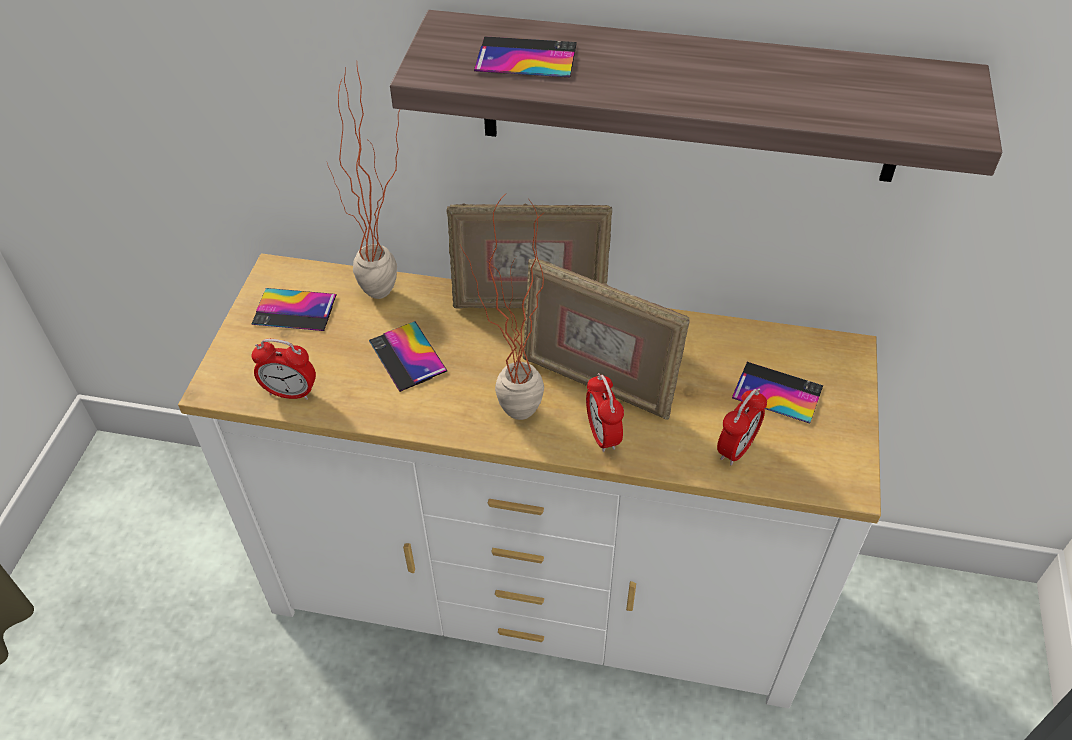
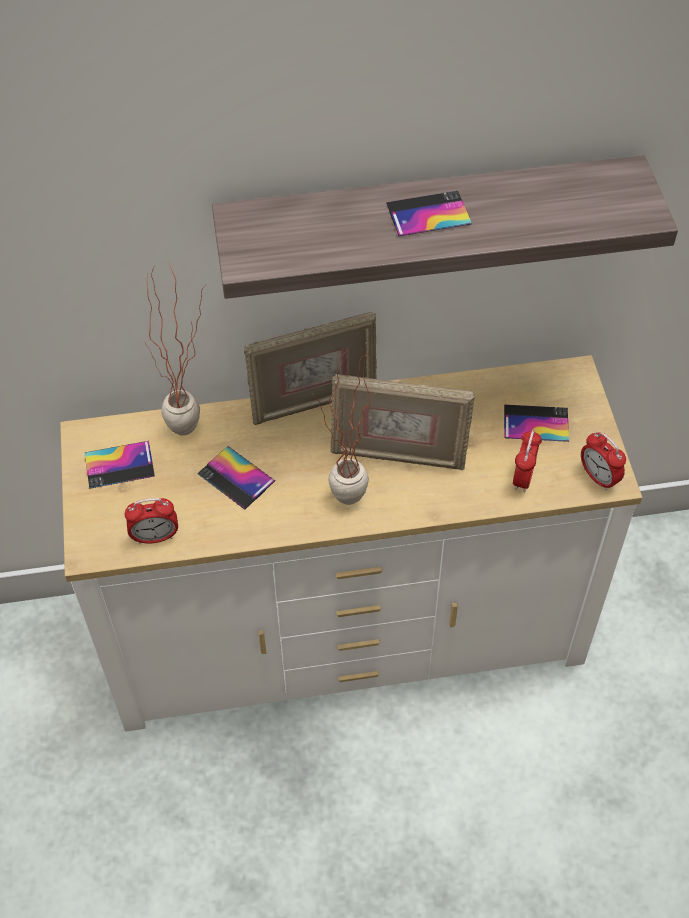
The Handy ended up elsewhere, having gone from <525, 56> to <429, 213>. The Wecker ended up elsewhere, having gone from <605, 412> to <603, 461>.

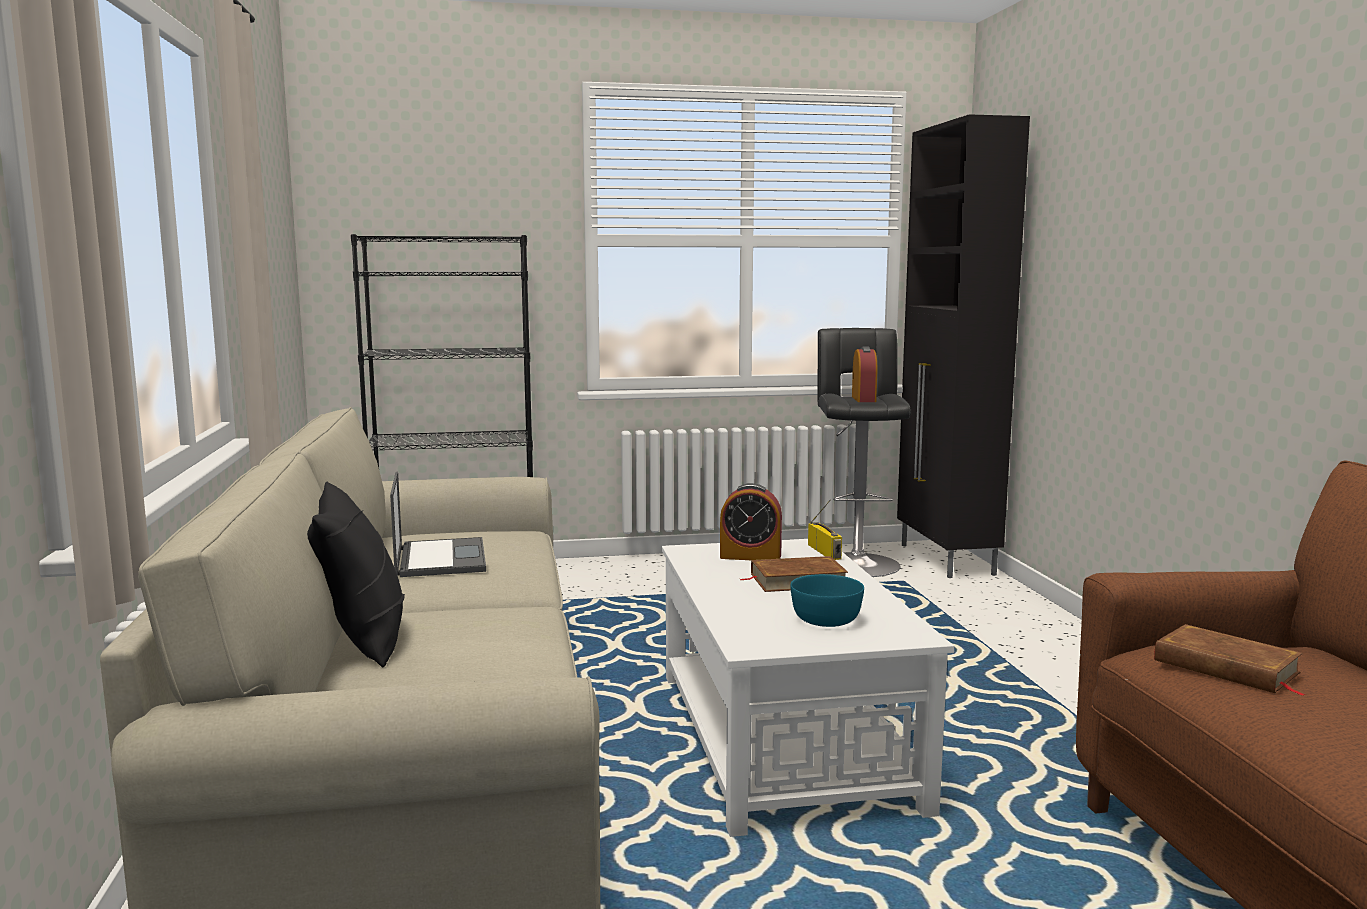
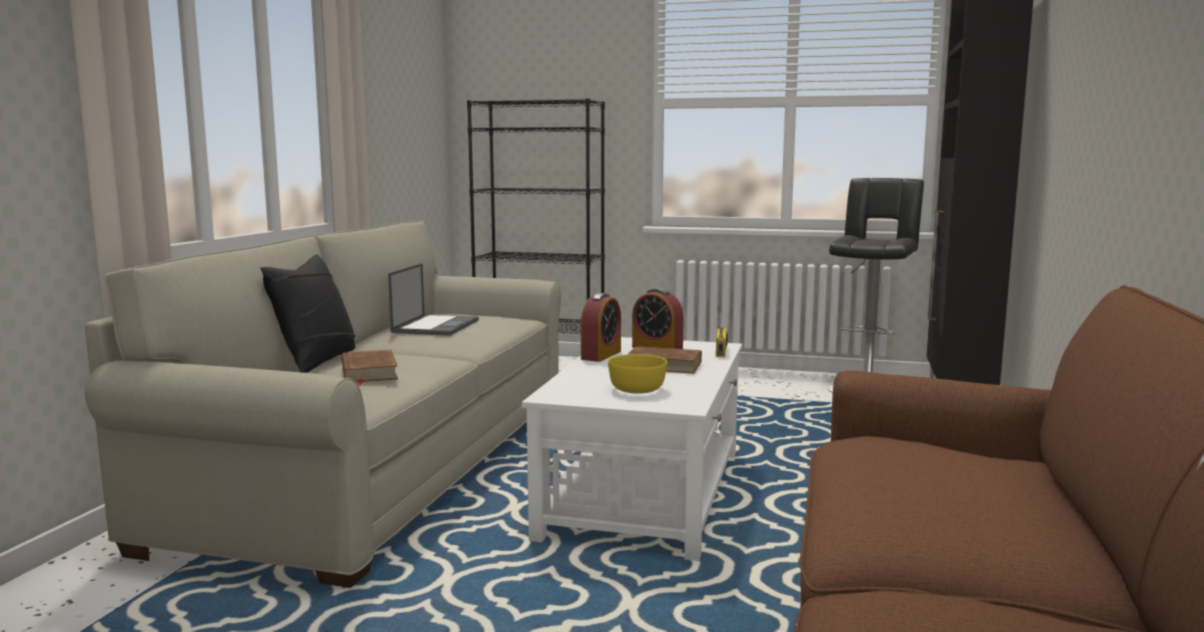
The Buch [braun] ended up elsewhere, having gone from <1230, 660> to <370, 368>. The Wecker ended up elsewhere, having gone from <864, 374> to <601, 327>. What was the Schüssel [türkis] at <827, 600> turned into the Schüssel [gelb] at <637, 374>.

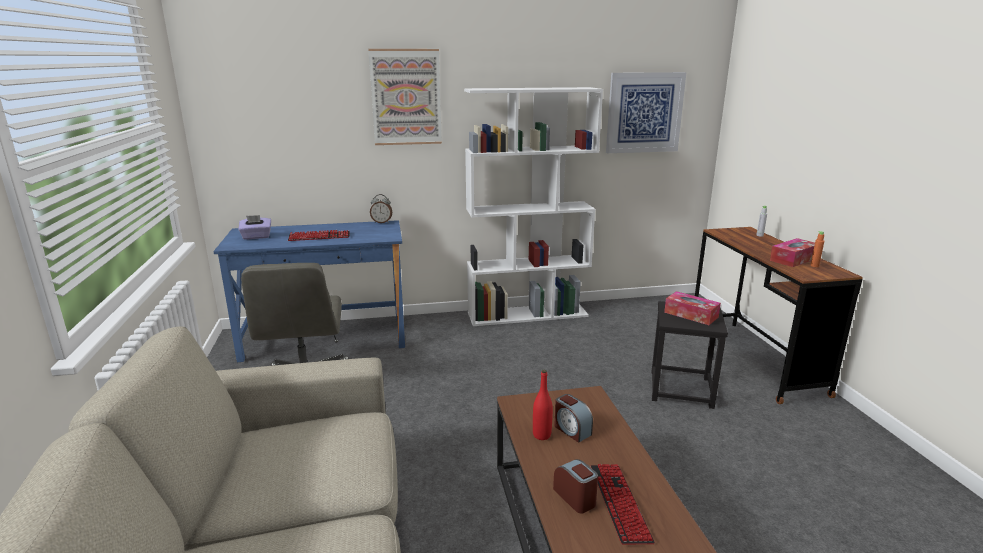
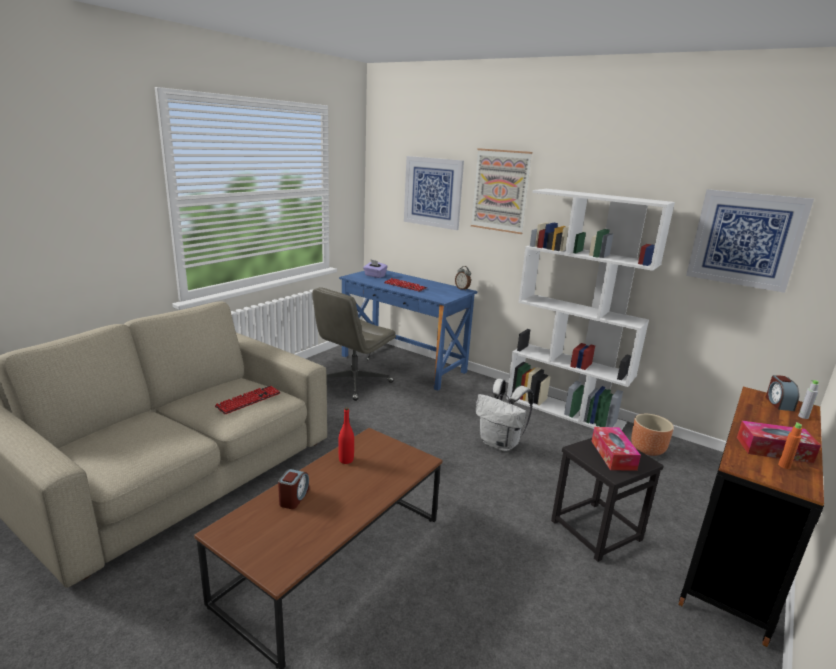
The Tastatur ended up elsewhere, having gone from <623, 504> to <248, 400>. The second view gained the Bild at <434, 193>. The second view gained the Rucksack [weiß] at <504, 415>. The second view gained the Pflanzkübel [braun] at <652, 435>. The Wecker ended up elsewhere, having gone from <573, 418> to <783, 393>.

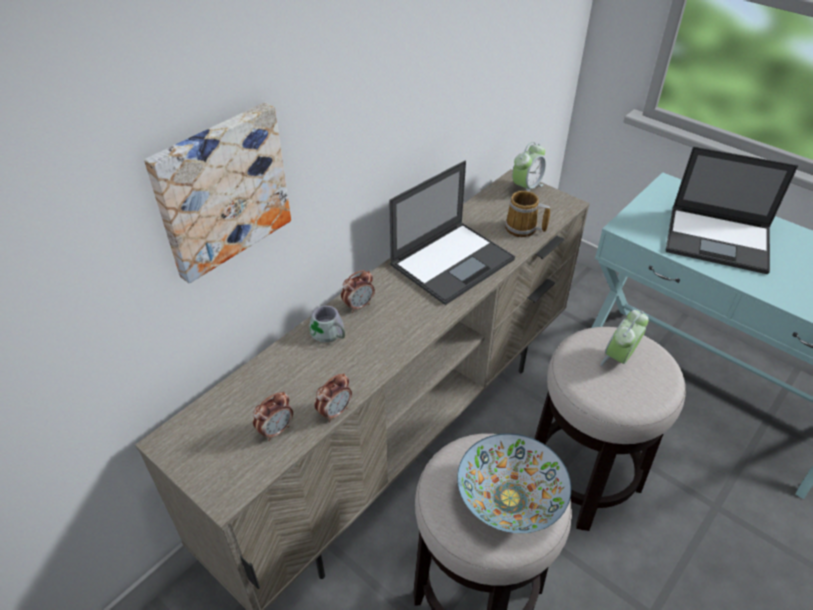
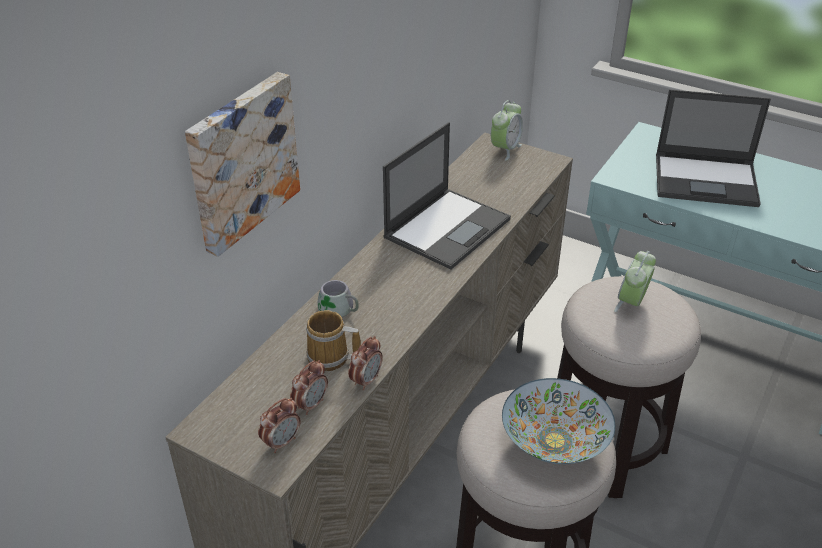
The Wecker ended up elsewhere, having gone from <358, 291> to <279, 425>. The Henkelbecher ended up elsewhere, having gone from <527, 214> to <333, 340>.

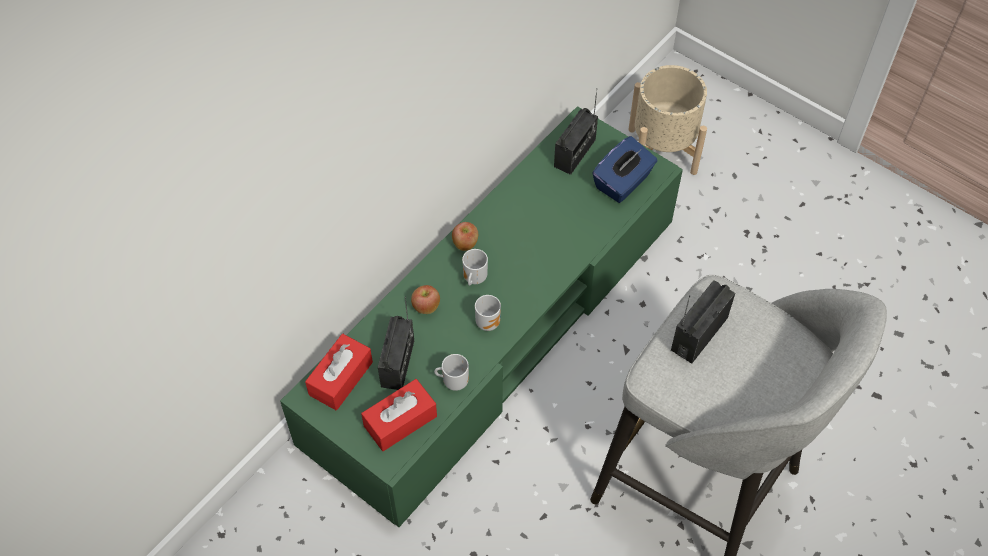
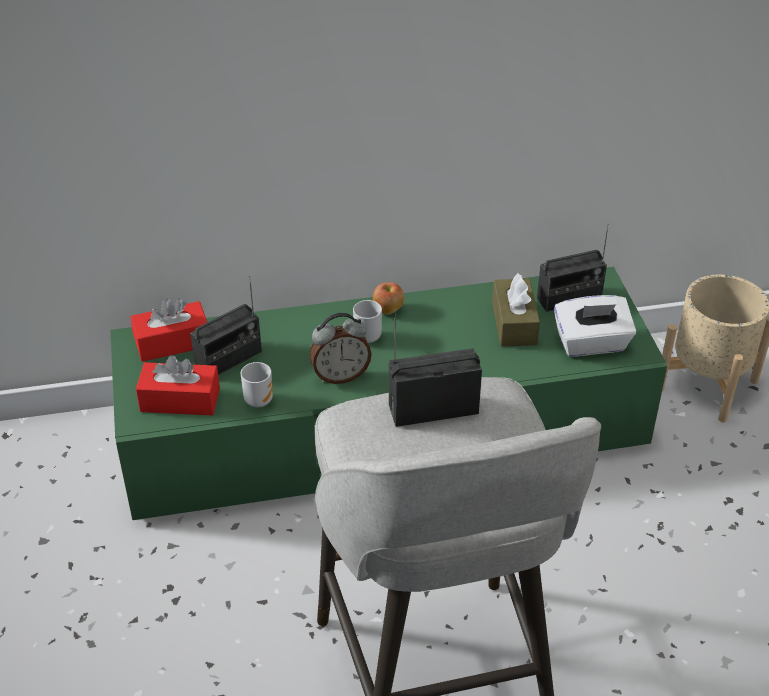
Where the Henkelbecher stood at <488, 313>, the Wecker came to stand at <341, 348>. The second view gained the Taschentuchbox [braun] at <516, 310>. What was the Taschentuchbox [blau] at <625, 169> turned into the Taschentuchbox [weiß] at <595, 326>. The second view lost the Apfel at <425, 299>.

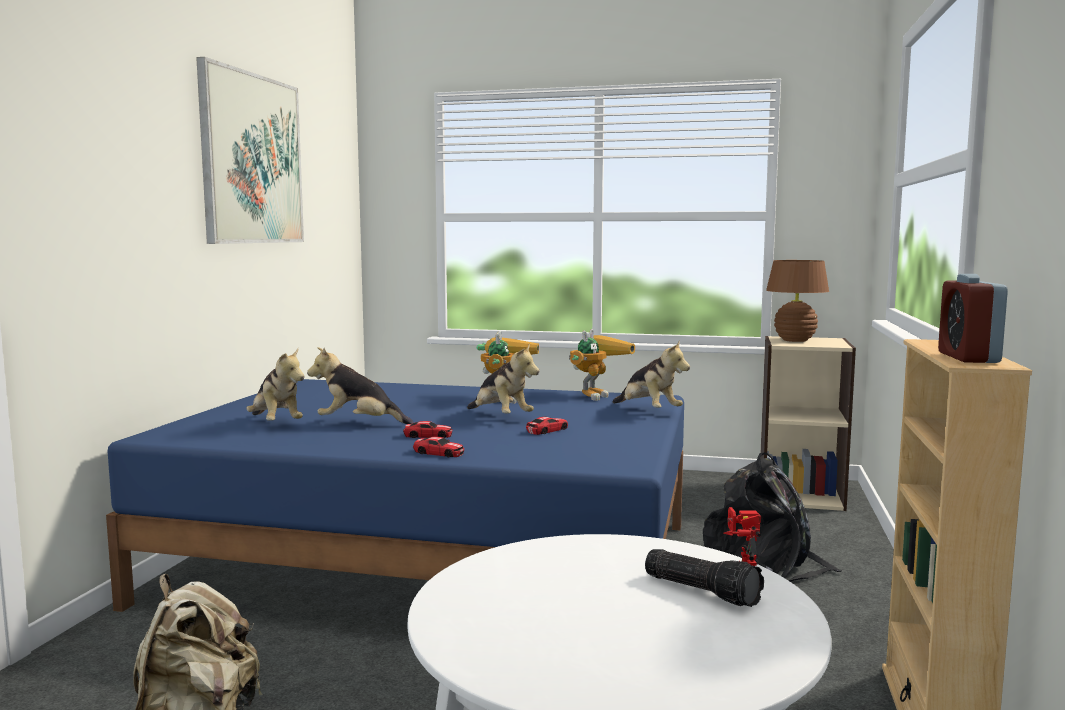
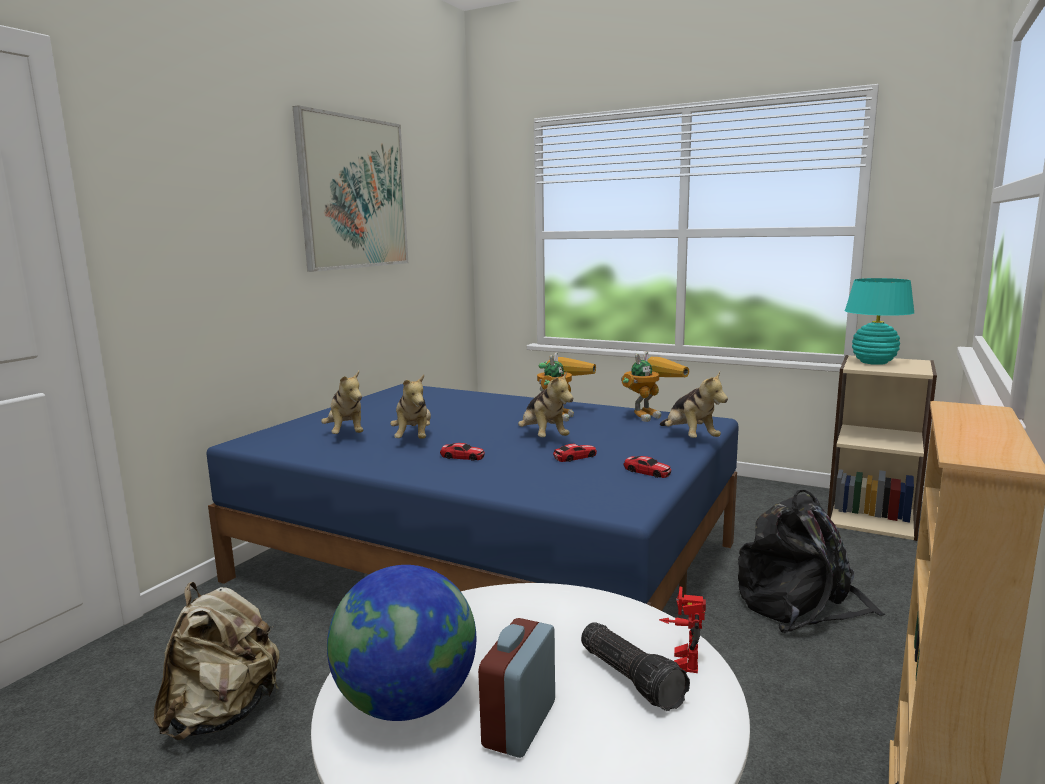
The second view gained the Globus at <401, 643>. The Plüschtier at <360, 385> ended up facing another way, 120 degrees counterclockwise from before. The Wecker ended up elsewhere, having gone from <973, 318> to <516, 688>. The Spielzeugauto ended up elsewhere, having gone from <438, 447> to <647, 467>. What was the Tischlampe [braun] at <797, 301> turned into the Tischlampe [türkis] at <879, 321>.

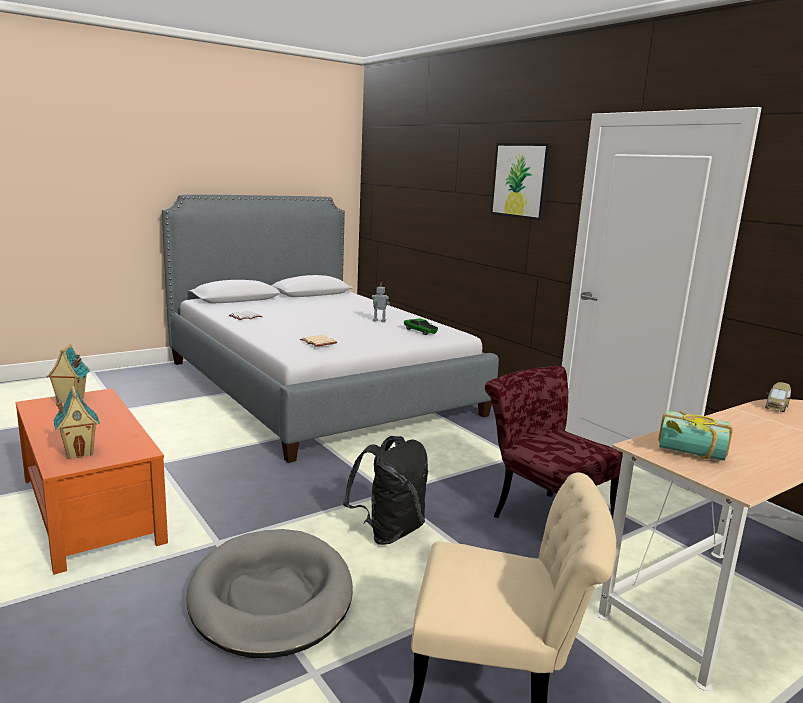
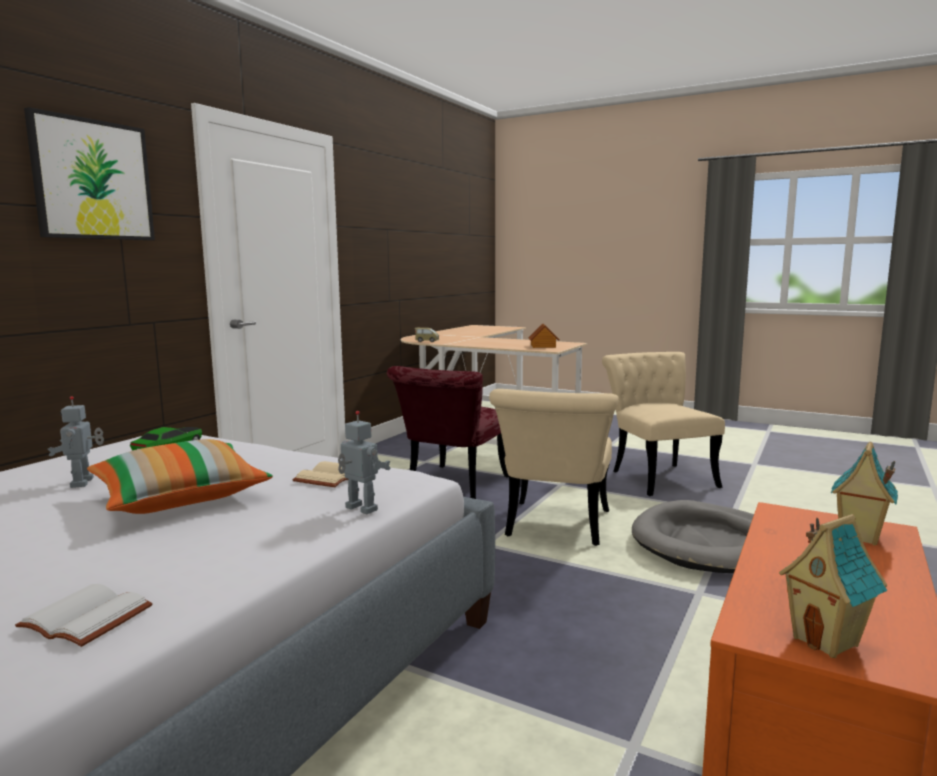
The second view gained the Kissen at <180, 476>. The second view gained the Spielzeugroboter at <364, 462>. Where the Rucksack [schwarz] stood at <385, 490>, the Stuhl [beige] came to stand at <554, 467>. Where the Buch stood at <695, 435>, the Spielzeughaus came to stand at <543, 335>.

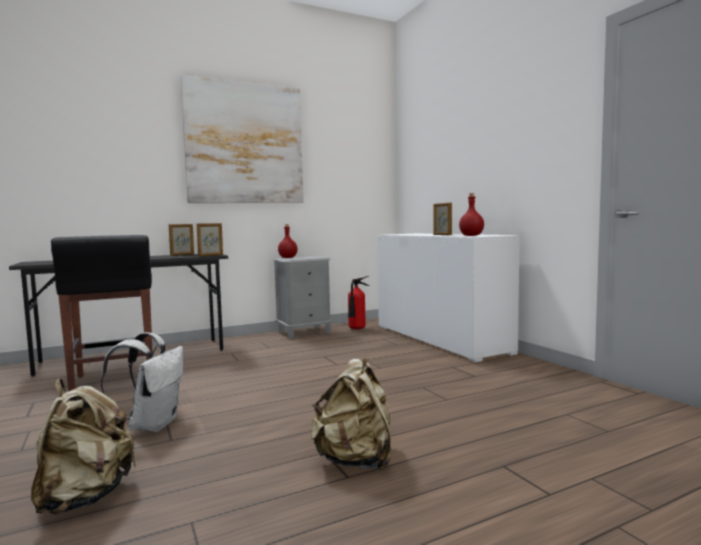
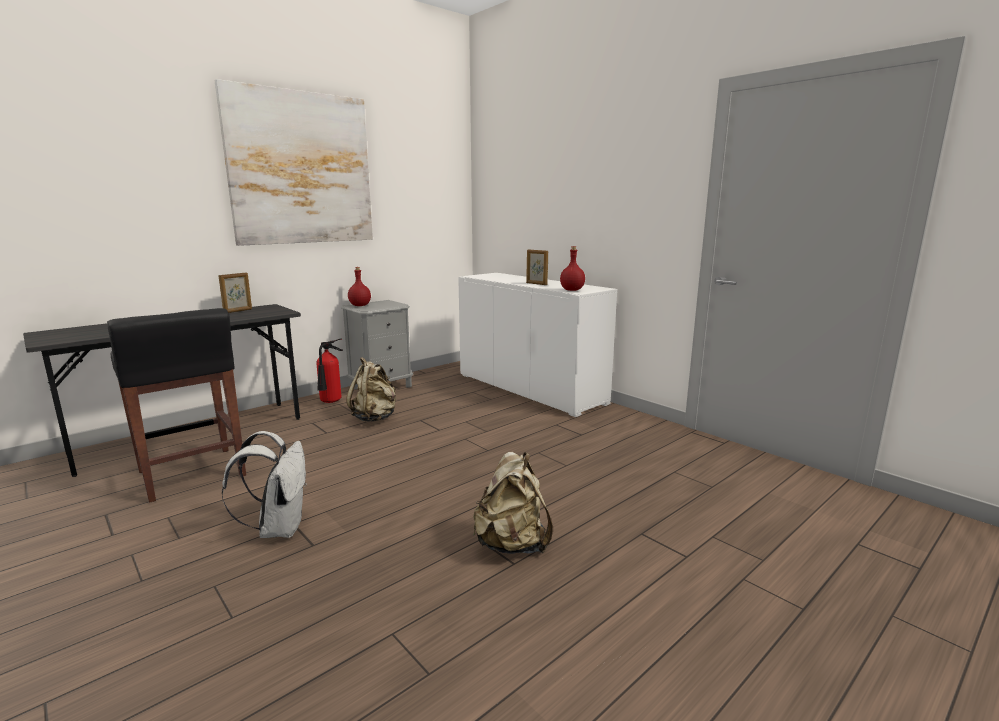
The Feuerlöscher ended up elsewhere, having gone from <358, 302> to <329, 371>. The Rucksack [beige] ended up elsewhere, having gone from <84, 447> to <371, 389>. The second view lost the Bilderrahmen at <209, 239>.

